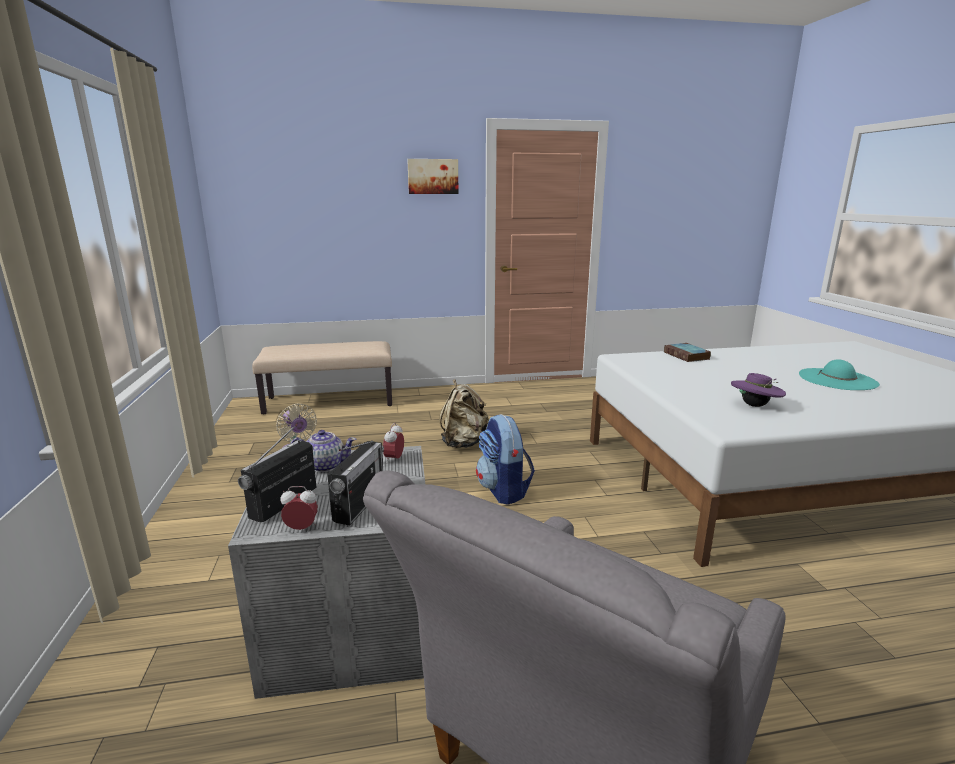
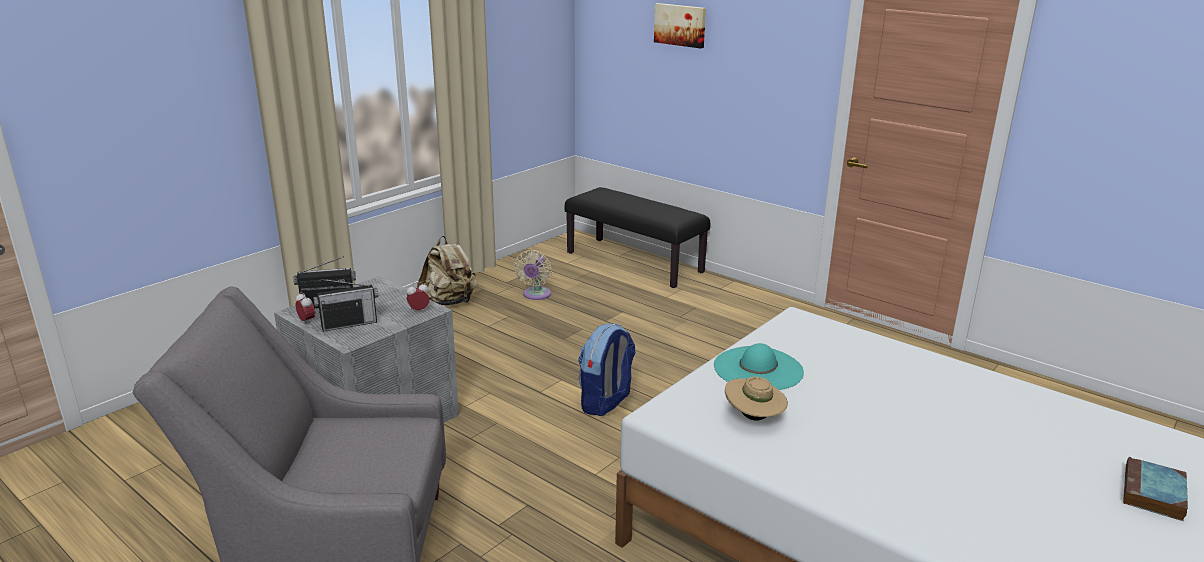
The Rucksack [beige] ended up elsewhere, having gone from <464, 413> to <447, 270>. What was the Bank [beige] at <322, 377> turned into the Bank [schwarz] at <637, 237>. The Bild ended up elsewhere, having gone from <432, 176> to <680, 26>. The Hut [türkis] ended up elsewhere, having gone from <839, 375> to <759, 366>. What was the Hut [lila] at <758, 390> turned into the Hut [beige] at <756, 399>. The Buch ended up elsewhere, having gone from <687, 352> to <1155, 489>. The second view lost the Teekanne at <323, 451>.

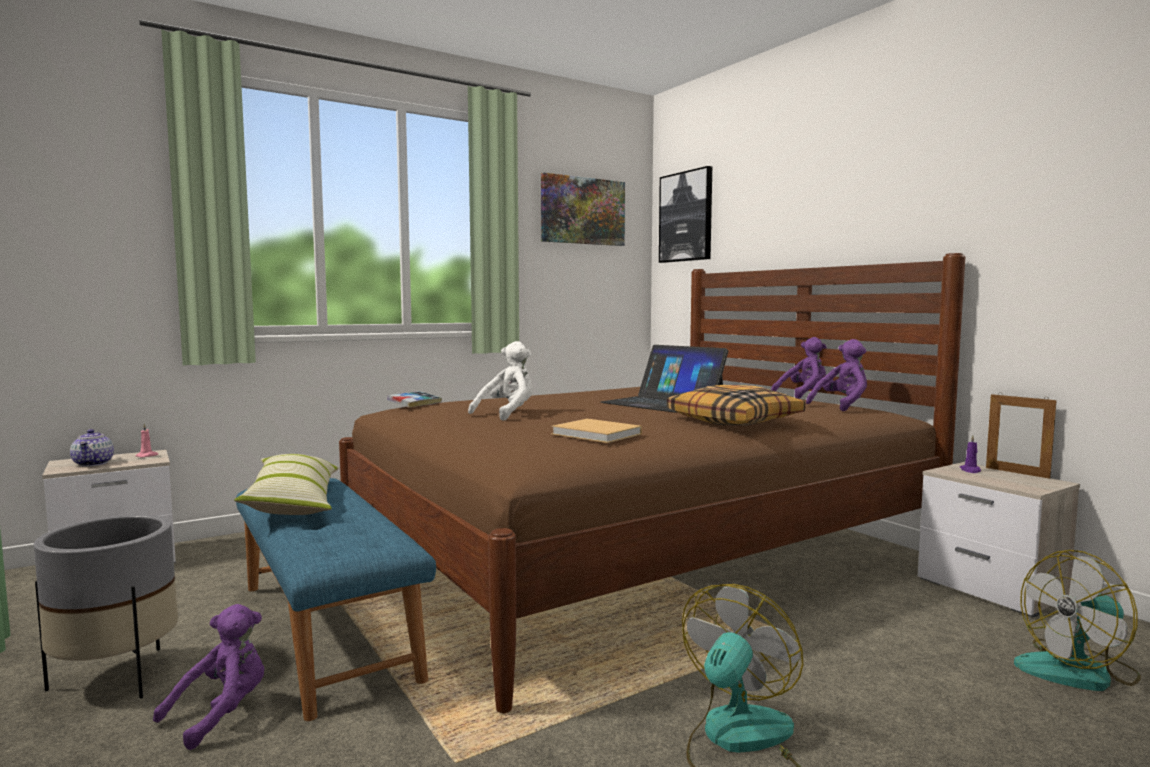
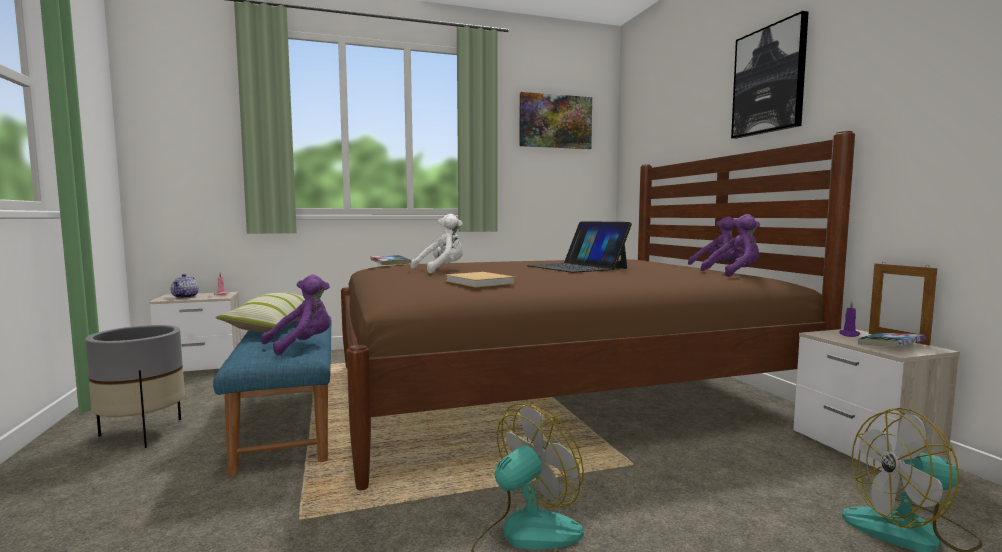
The Plüschtier [lila] ended up elsewhere, having gone from <209, 677> to <296, 315>. The Bild ended up elsewhere, having gone from <685, 214> to <770, 75>. The second view gained the Buch at <892, 339>. The second view lost the Kissen at <736, 405>.

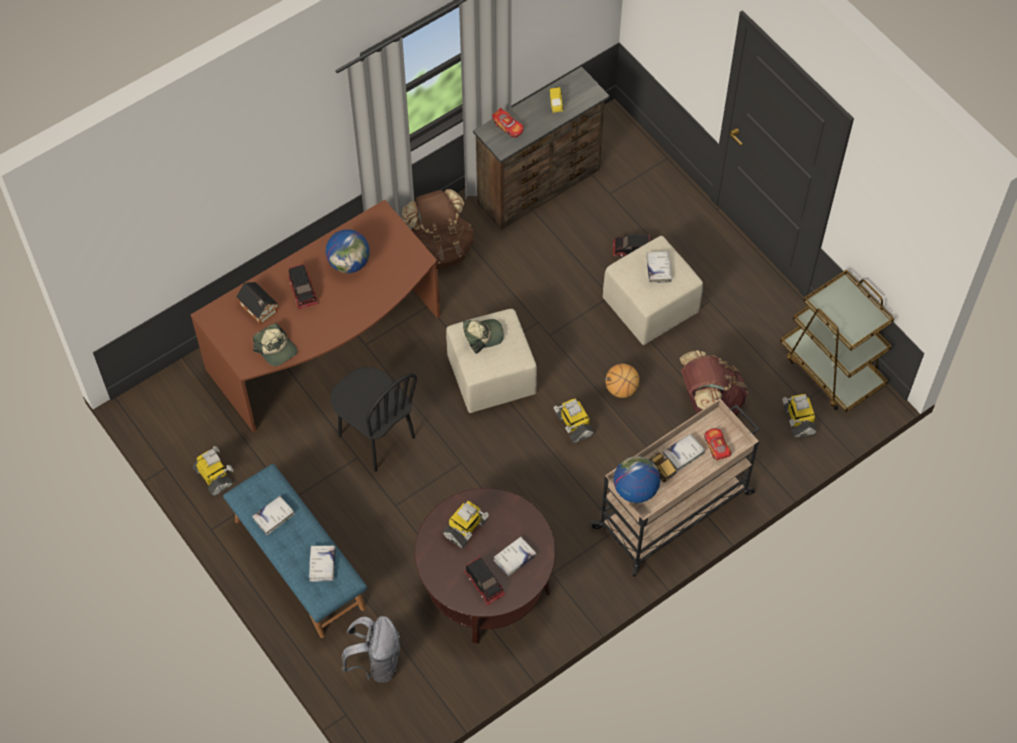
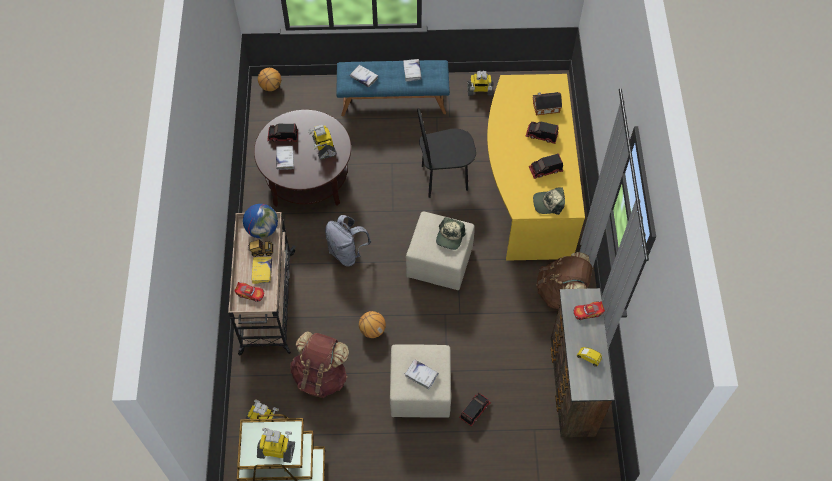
What was the Buch [weiß] at <684, 452> turned into the Buch [gelb] at <261, 270>. The Spielzeugroboter ended up elsewhere, having gone from <574, 421> to <276, 445>. The second view gained the Basketball at <269, 79>. The Rucksack [grau] ended up elsewhere, having gone from <371, 649> to <348, 241>. What was the Schreibtisch [braun] at <315, 316> turned into the Schreibtisch [gelb] at <536, 167>. Where the Globus stood at <348, 251>, the Spielzeuglaster came to stand at <546, 166>. The Kappe ended up elsewhere, having gone from <275, 344> to <549, 201>.

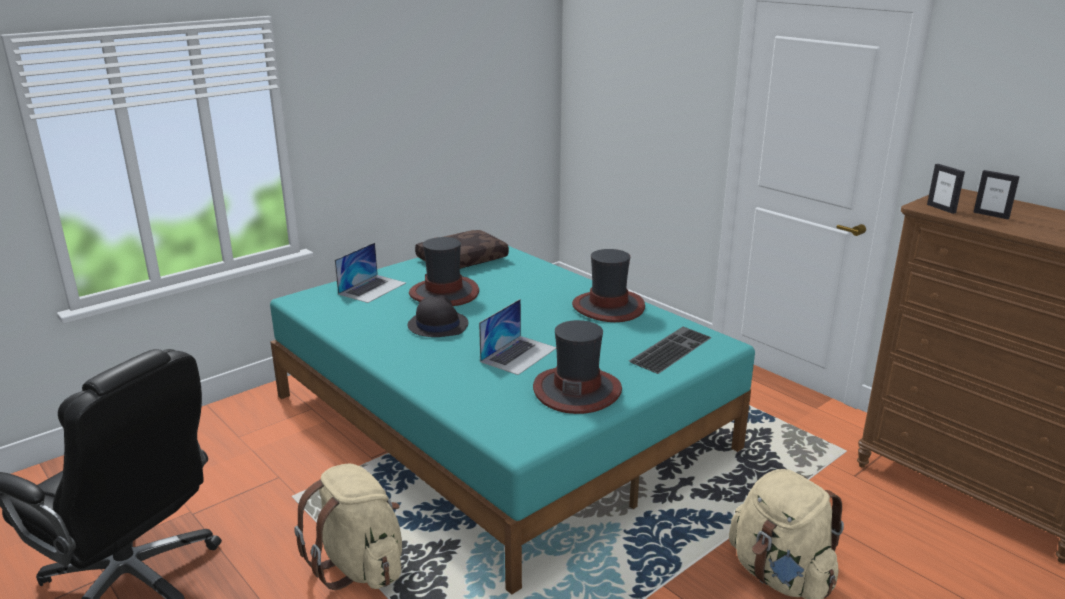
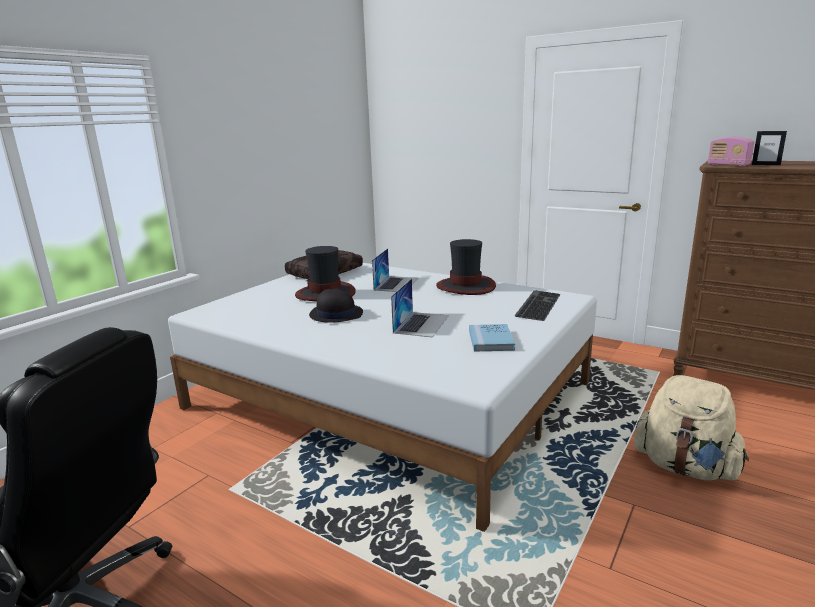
What was the Bett [türkis] at <512, 420> turned into the Bett [weiß] at <382, 397>. The Laptop ended up elsewhere, having gone from <370, 272> to <395, 270>. Where the Hut stood at <577, 367>, the Buch [blau] came to stand at <492, 338>. Where the Bilderrahmen stood at <946, 189>, the Radio came to stand at <731, 151>. The second view lost the Rucksack [beige] at <348, 527>.

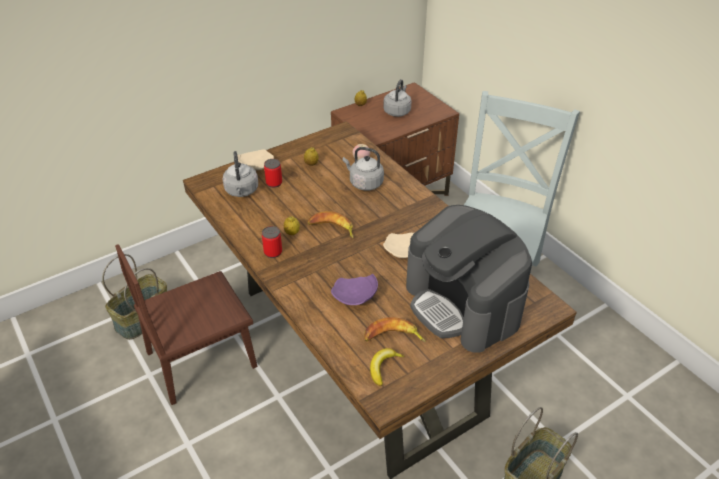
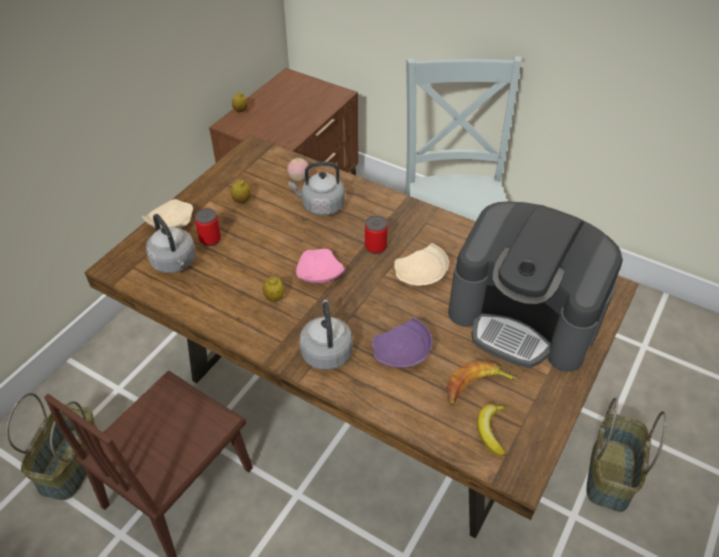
Where the Banane stood at <330, 224>, the Teller [rosa] came to stand at <320, 266>. The Wasserkessel [grau] ended up elsewhere, having gone from <397, 98> to <326, 334>. The Dose ended up elsewhere, having gone from <272, 242> to <376, 235>.

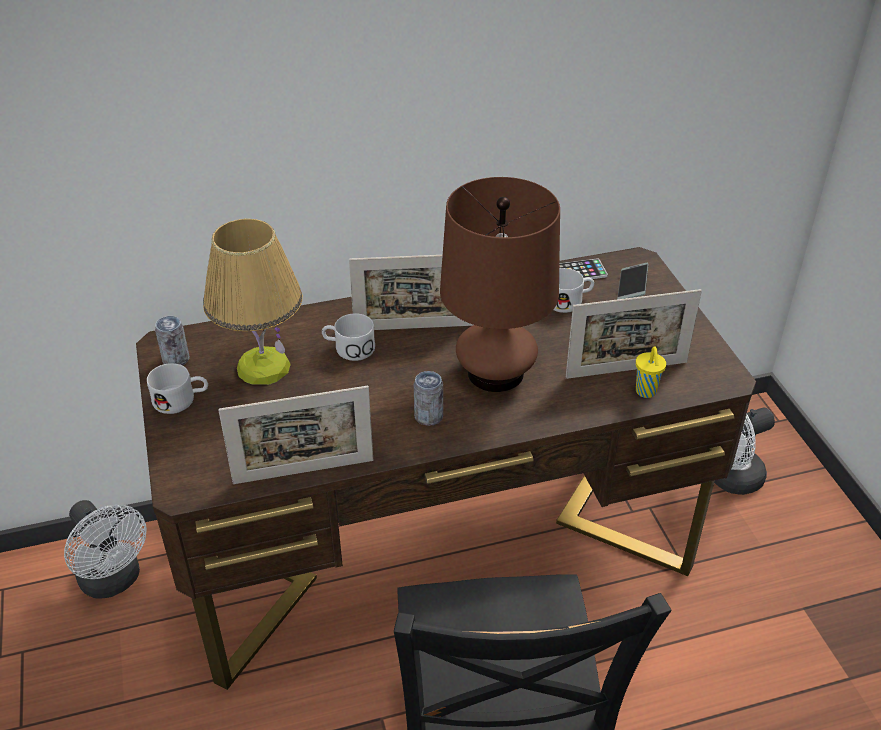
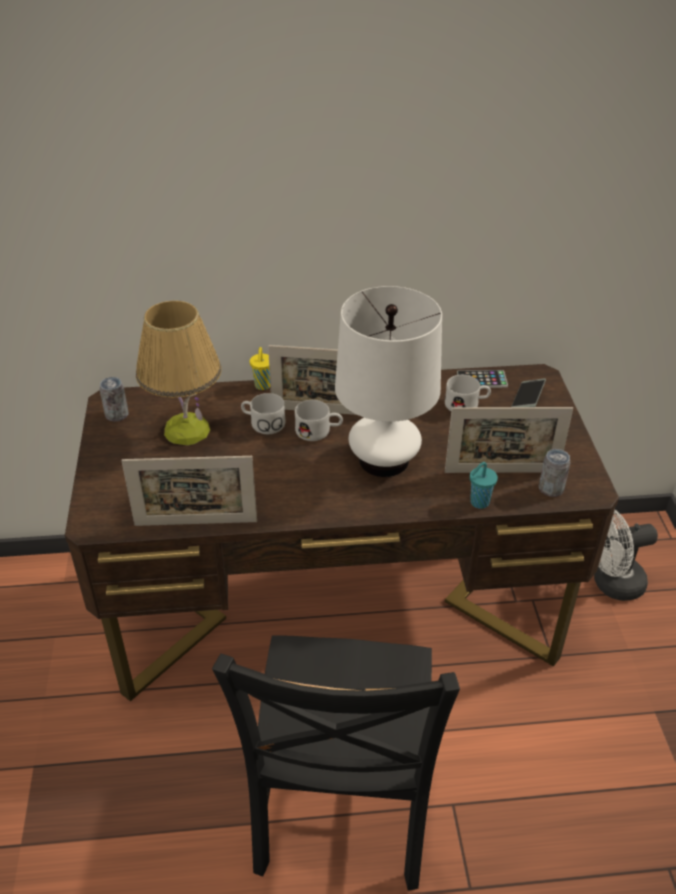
The Tasse [gelb] ended up elsewhere, having gone from <651, 372> to <260, 368>. The Henkelbecher [weiß] ended up elsewhere, having gone from <177, 388> to <319, 420>. What was the Tischlampe [braun] at <500, 284> turned into the Tischlampe [weiß] at <388, 381>. The second view gained the Tasse [türkis] at <484, 485>. The Dose ended up elsewhere, having gone from <428, 398> to <555, 473>. The second view lost the Ventilator [weiß] at <105, 549>.

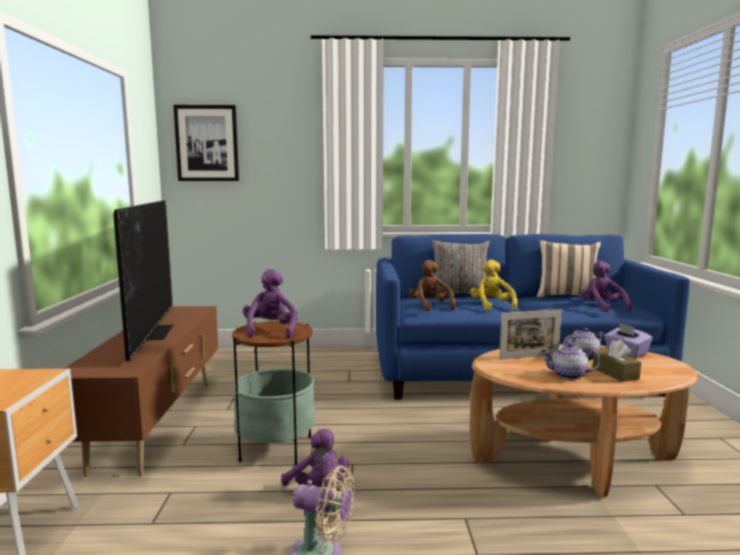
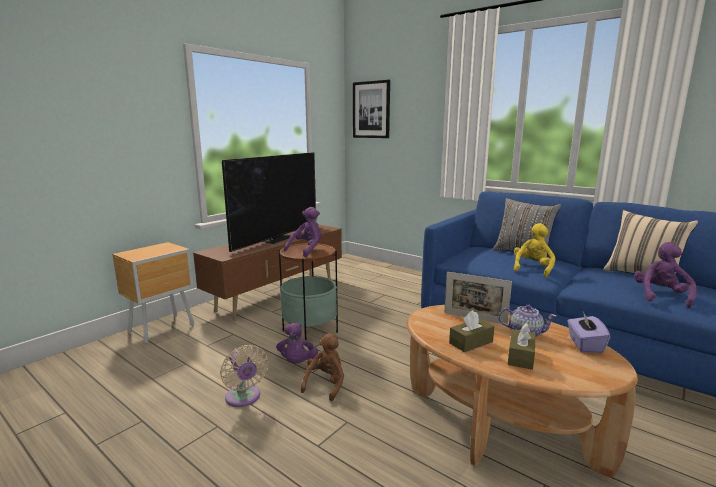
The Plüschtier [braun] ended up elsewhere, having gone from <432, 285> to <322, 367>. Where the Teekanne stood at <570, 361>, the Taschentuchbox [braun] came to stand at <471, 331>.

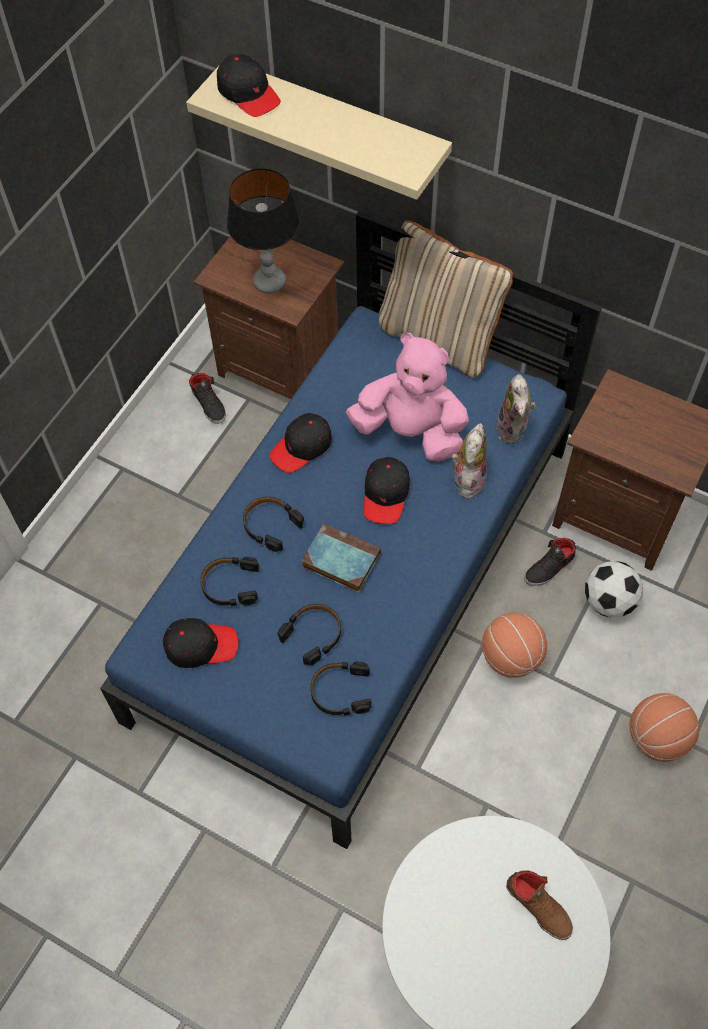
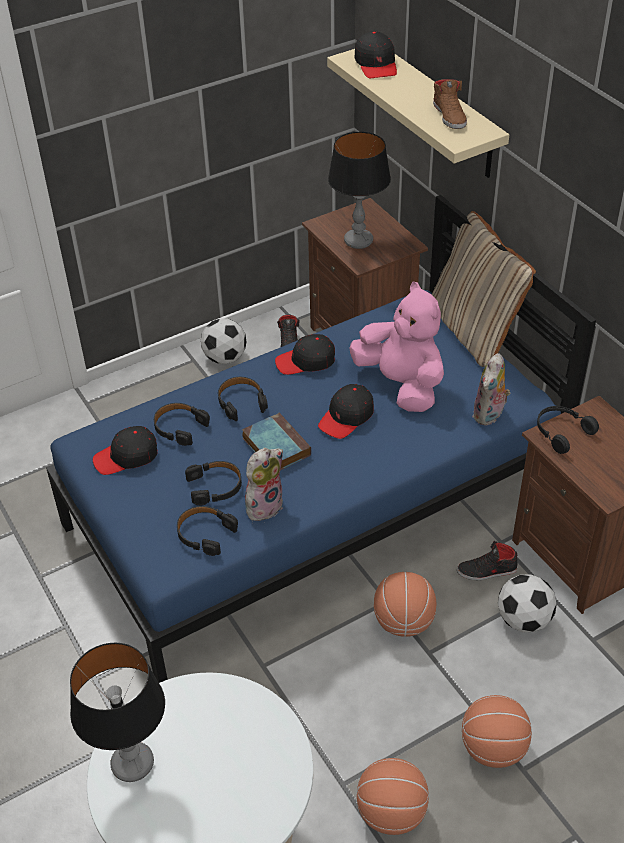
The second view gained the Tischlampe at <117, 712>. The Kappe [schwarz] at <201, 643> ended up facing another way, 135 degrees clockwise from before. The second view gained the Fußball at <223, 341>. The Plüschtier ended up elsewhere, having gone from <469, 461> to <264, 485>. The second view gained the Basketball at <393, 796>. The Schuh [braun] ended up elsewhere, having gone from <539, 905> to <450, 104>. The second view gained the Kopfhörer [schwarz] at <568, 430>.

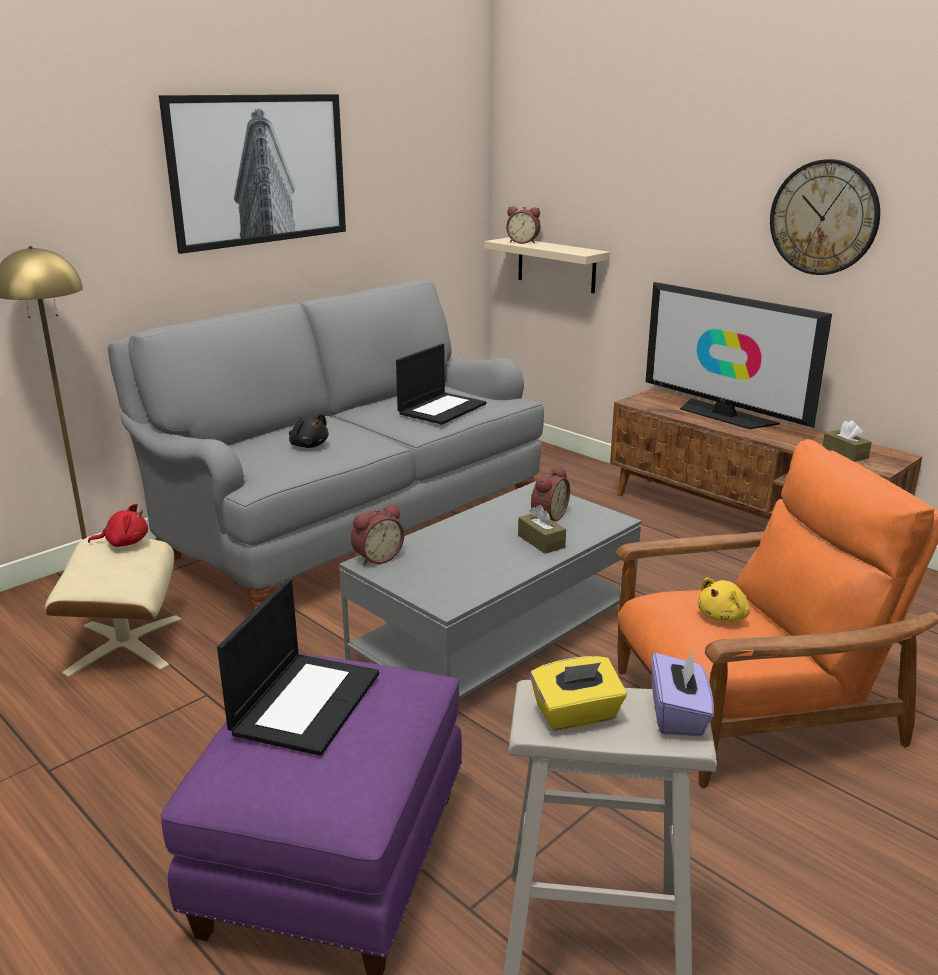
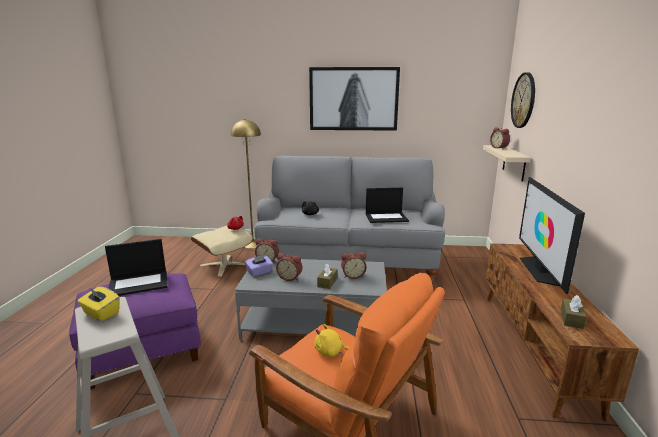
The Taschentuchbox [lila] ended up elsewhere, having gone from <683, 693> to <259, 266>. The second view gained the Wecker at <289, 267>. The Wanduhr ended up elsewhere, having gone from <825, 217> to <523, 100>.

